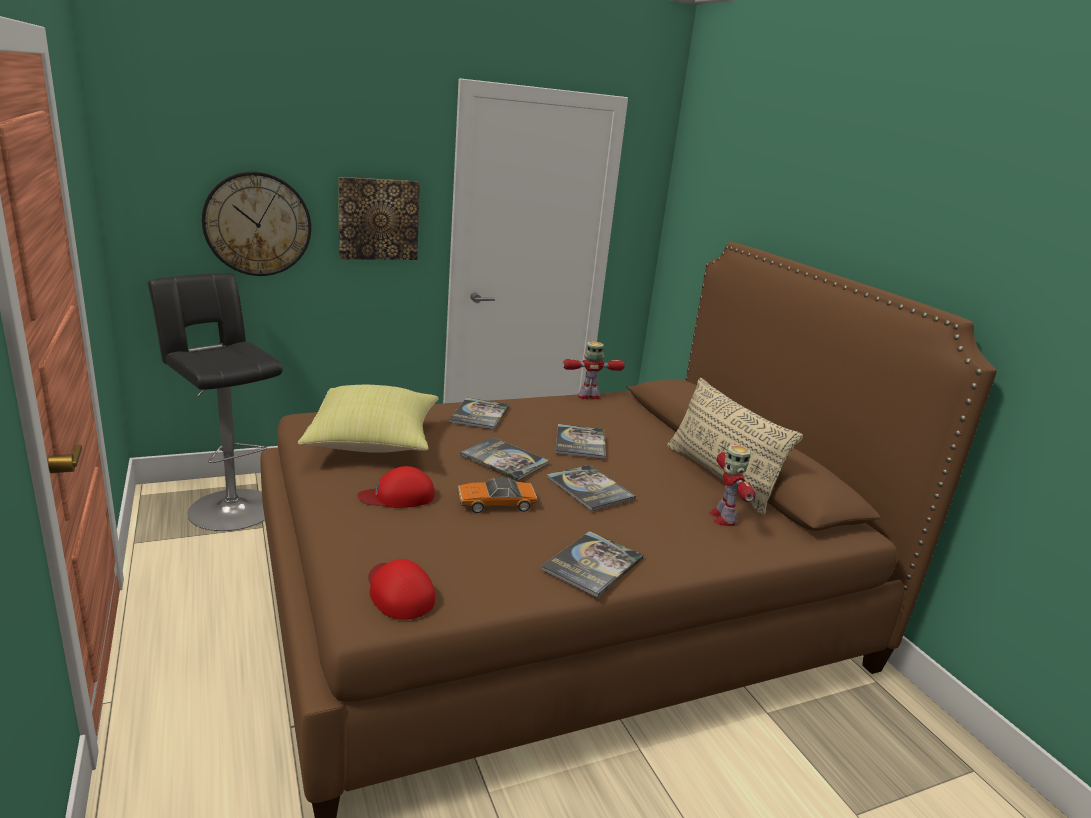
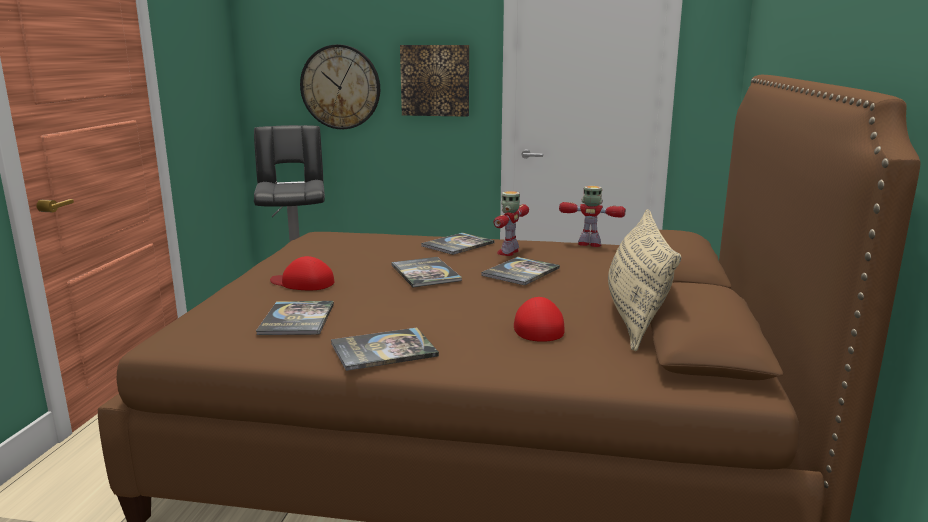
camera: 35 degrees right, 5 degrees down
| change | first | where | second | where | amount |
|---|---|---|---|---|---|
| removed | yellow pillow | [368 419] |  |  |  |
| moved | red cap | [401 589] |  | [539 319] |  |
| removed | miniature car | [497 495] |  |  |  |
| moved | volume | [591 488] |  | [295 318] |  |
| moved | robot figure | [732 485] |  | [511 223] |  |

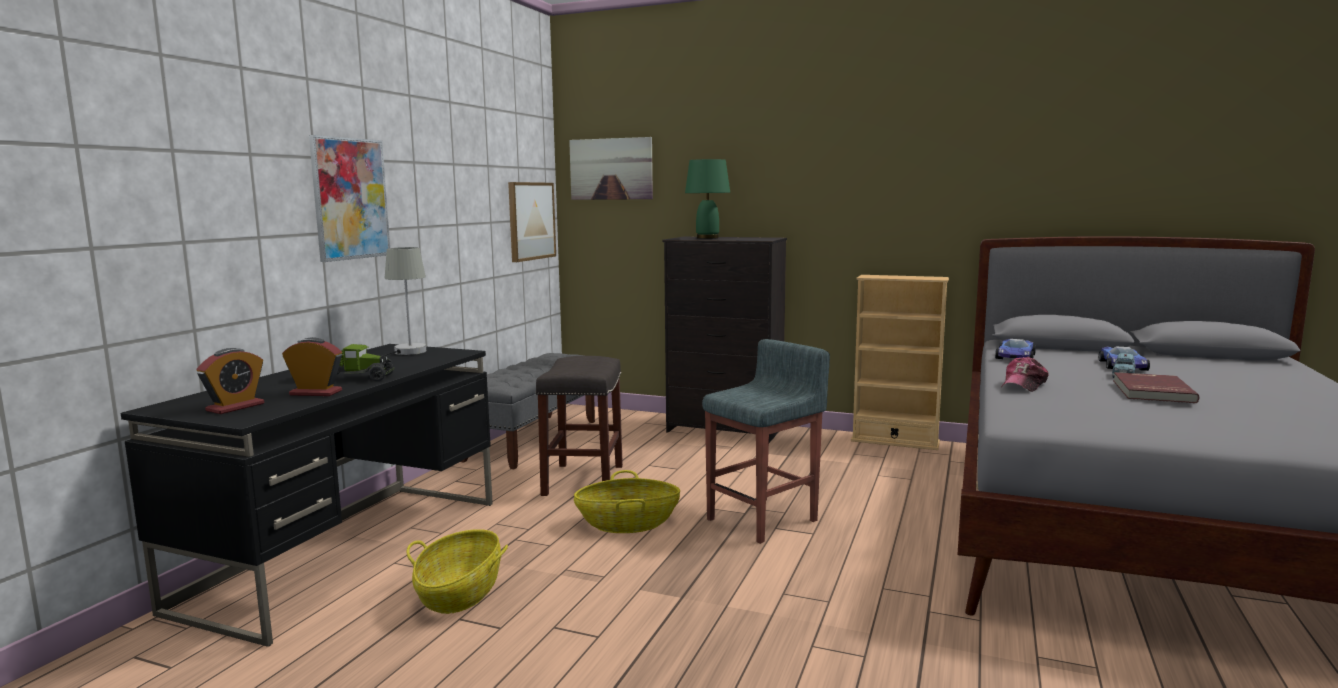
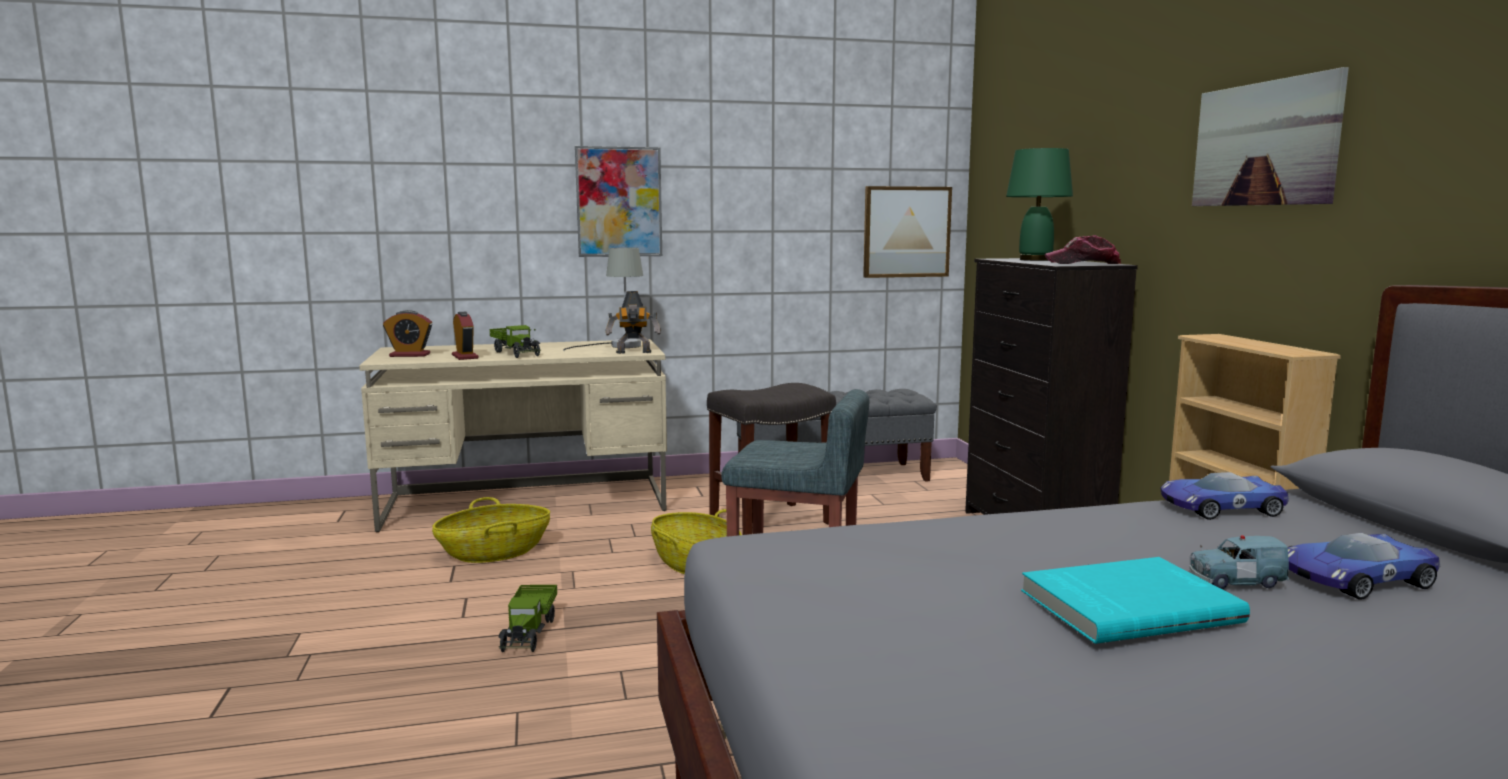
camera: 55 degrees right, 0 degrees up
| change | first | where | second | where | amount |
|---|---|---|---|---|---|
| recoloured | black desk table | [307 495] | beige-coloured desk table | [513 435] |  |
| moved | picture | [611 168] |  | [1270 136] |  |
| moved | cap | [1025 374] |  | [1082 249] |  |
| recoloured | red volume | [1156 387] | blue-green volume | [1135 600] |  |
| added |  |  | model truck | [527 618] |  |
| added |  |  | robot figure | [633 322] |  |

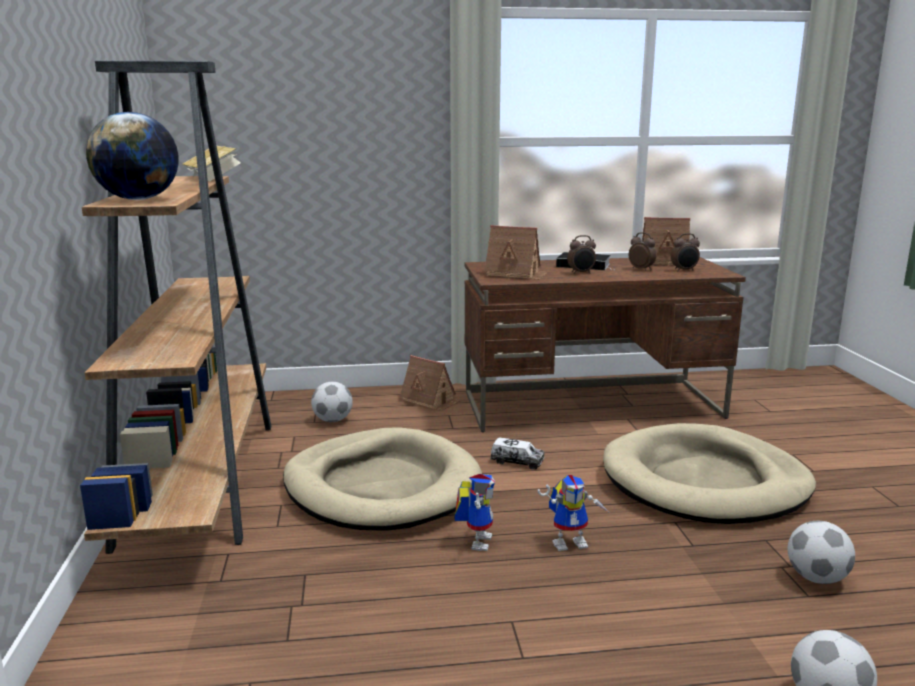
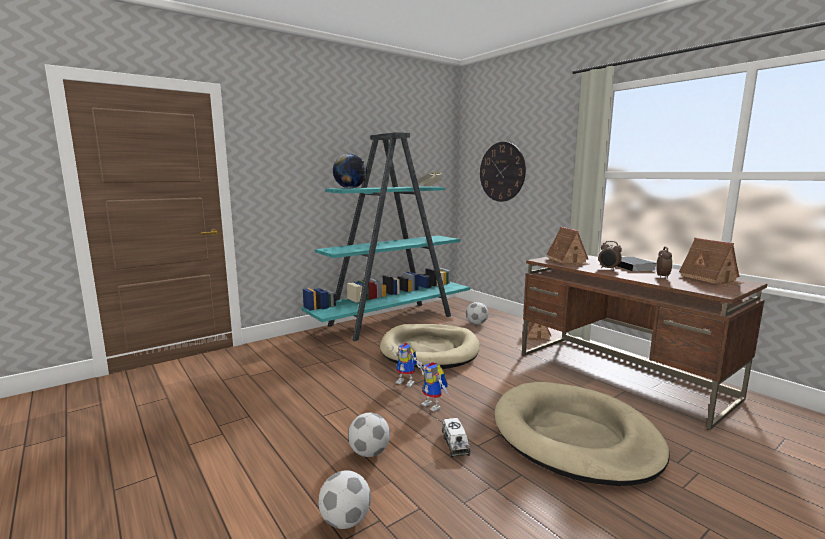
camera: 60 degrees right, 5 degrees down
| change | first | where | second | where | amount |
|---|---|---|---|---|---|
| recoloured | brown bookcase | [176 307] | blue-green bookcase | [385 236] |  |
| turned | robot figure | [475 512] |  | [406 365] | 45 degrees clockwise |
| moved | model truck | [517 454] |  | [456 437] |  |
| removed | bedside clock | [685 252] |  |  |  |
| moved | football ball | [821 552] |  | [369 435] |  |
| added |  |  | wall clock | [503 172] |  |

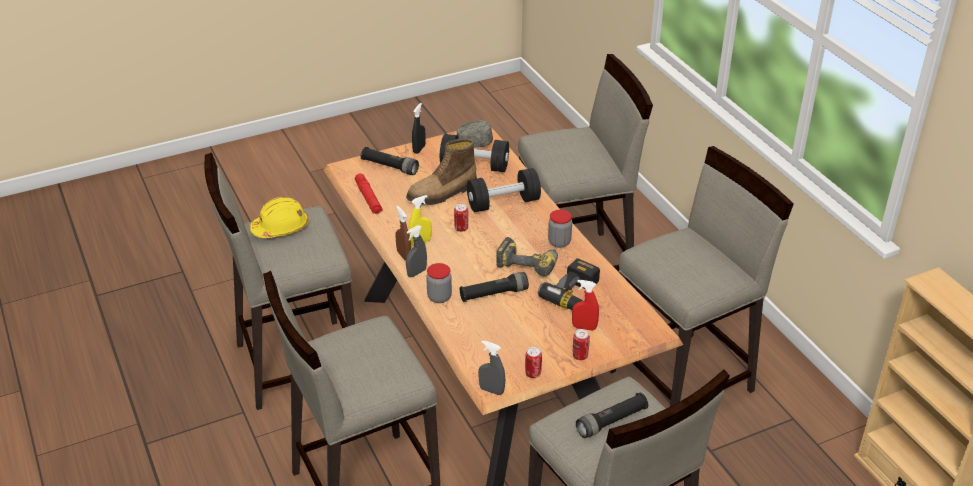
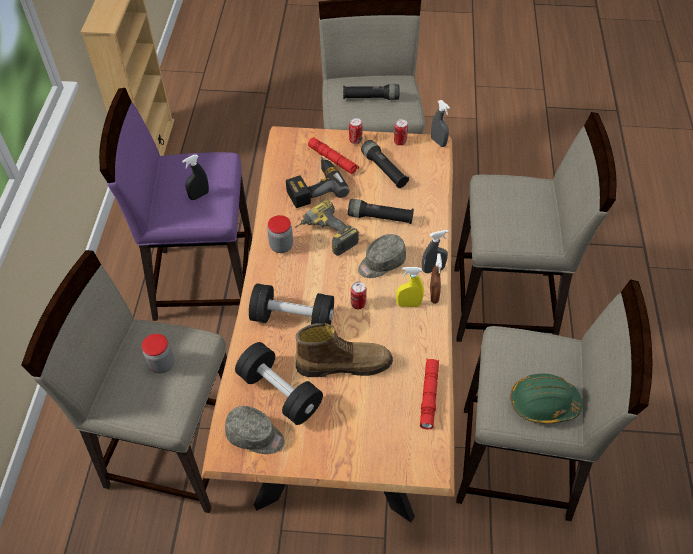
camera: 150 degrees left, 15 degrees up
| change | first | where | second | where | amount |
|---|---|---|---|---|---|
| recoloured | yellow safety helmet | [279 217] | green safety helmet | [546 399] |  |
| moved | black flashlight | [390 161] |  | [385 164] |  |
| moved | black sprayer | [419 128] |  | [195 177] |  |
| moved | preserve jar | [439 283] |  | [158 354] |  |
| replaced | red sprayer | [585 305] | red flashlight | [333 155] |  |
| recoloured | beige-coloured sitting stool | [702 276] | purple sitting stool | [175 204] |  |
| added |  |  | grey cap | [382 256] |  |

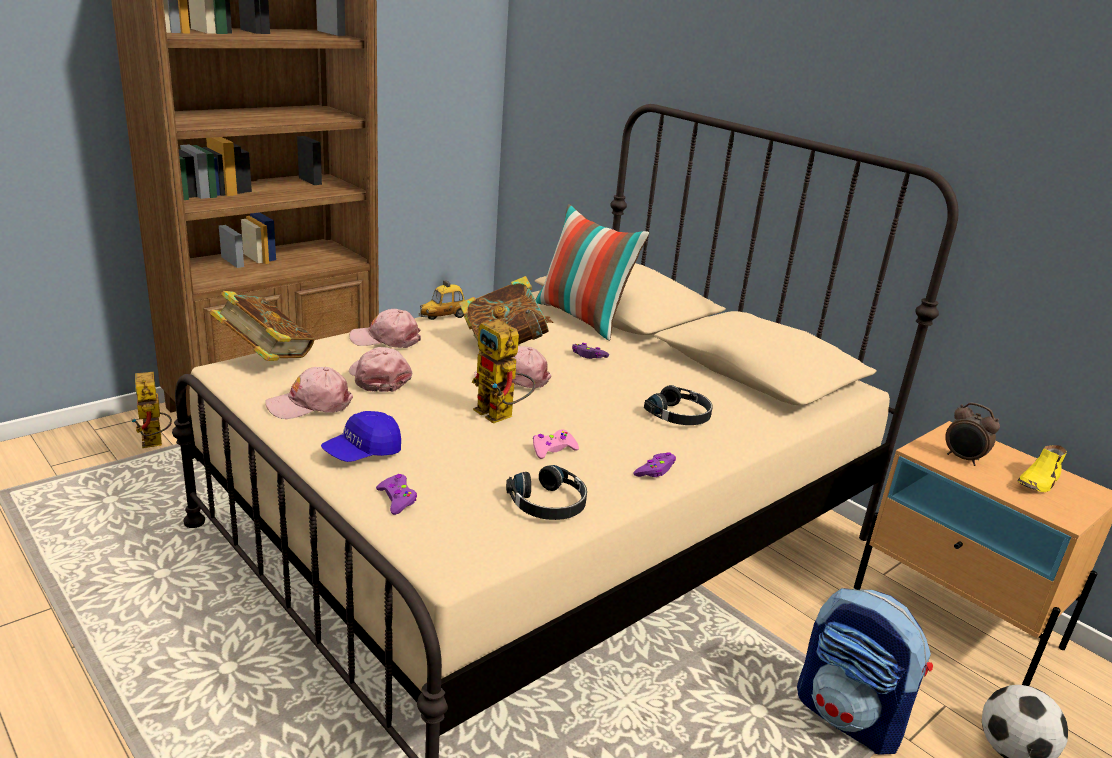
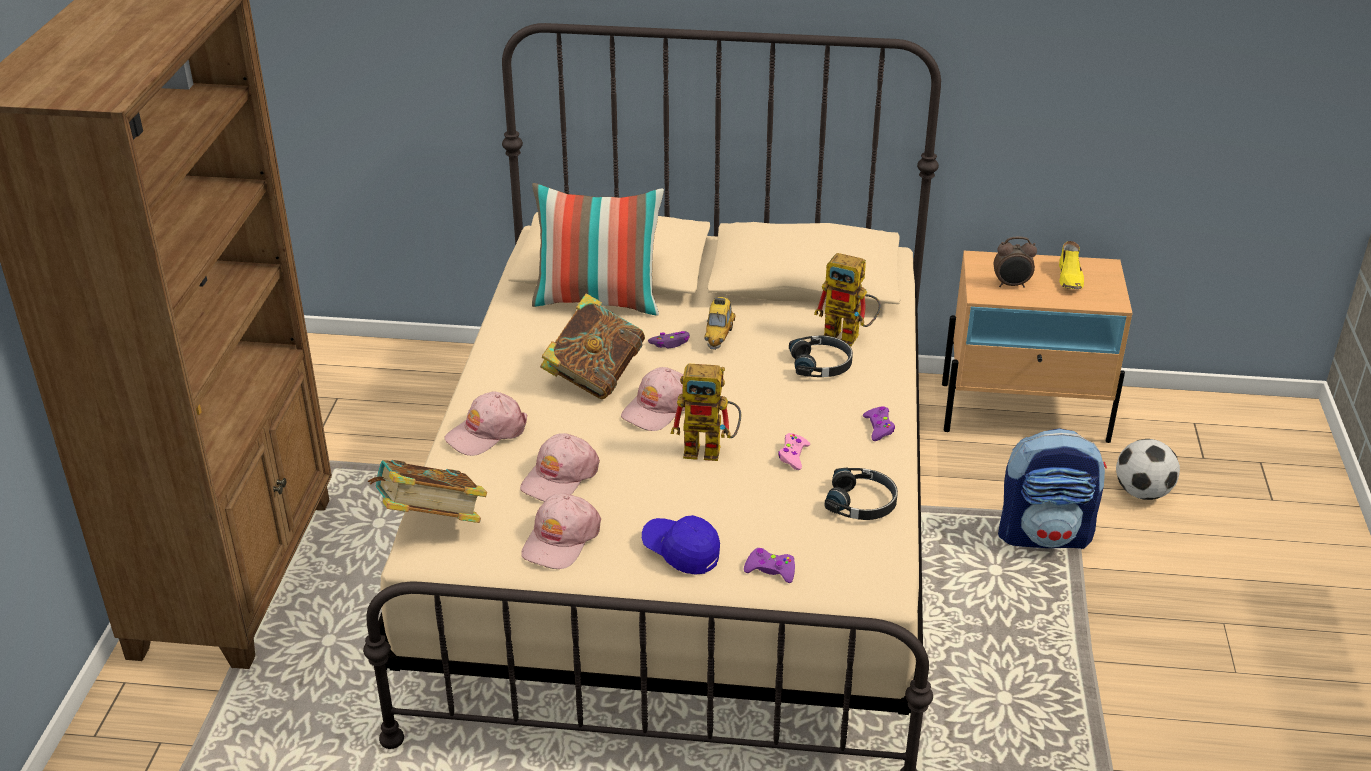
camera: 40 degrees left, 10 degrees up
| change | first | where | second | where | amount |
|---|---|---|---|---|---|
| moved | robot figure | [151 410] |  | [847 299] |  |
| turned | blue cap | [361 436] |  | [681 545] | 120 degrees clockwise |
| turned | pink cap | [380 369] |  | [560 467] | 75 degrees counterclockwise |
| moved | miniature car | [442 300] |  | [719 323] |  |

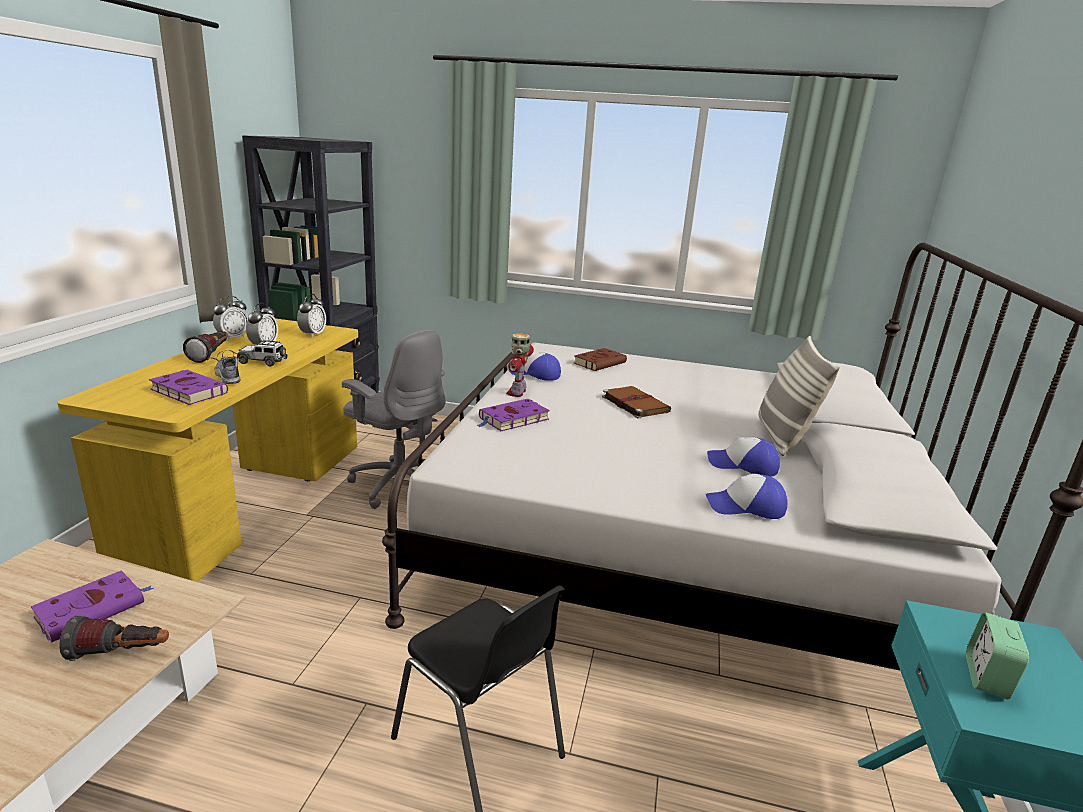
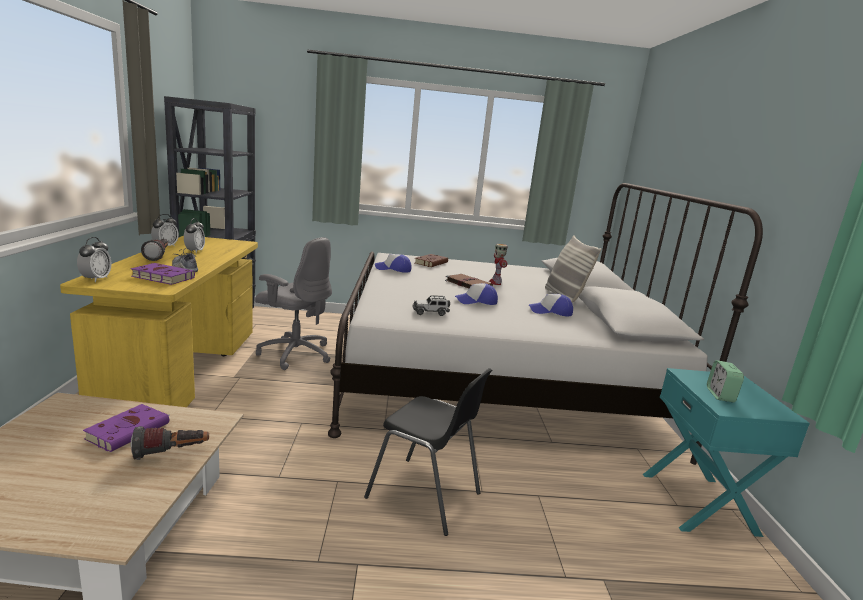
camera: 15 degrees left, 5 degrees down
| change | first | where | second | where | amount |
|---|---|---|---|---|---|
| moved | miniature car | [262 353] |  | [431 305] |  |
| moved | bedside clock | [311 315] |  | [94 259] |  |
| removed | purple volume | [513 415] |  |  |  |
| moved | robot figure | [520 365] |  | [498 264] |  |
| moved | cap | [746 496] |  | [476 294] |  |

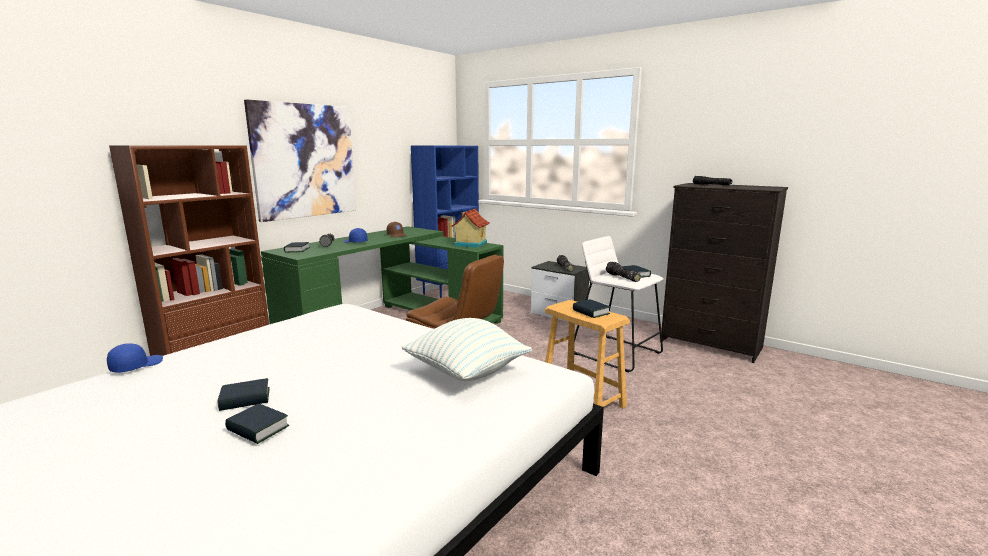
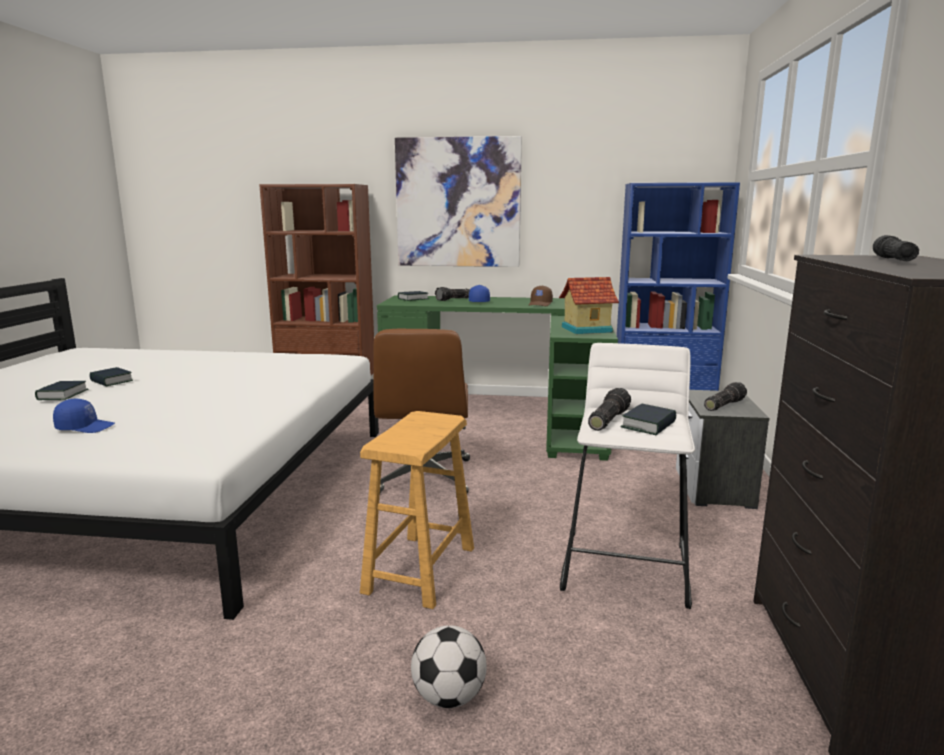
camera: 60 degrees right, 0 degrees up
| change | first | where | second | where | amount |
|---|---|---|---|---|---|
| moved | blue cap | [135 358] |  | [84 416] |  |
| removed | pillow | [467 349] |  |  |  |
| removed | volume | [591 308] |  |  |  |
| added |  |  | football ball | [449 666] |  |

